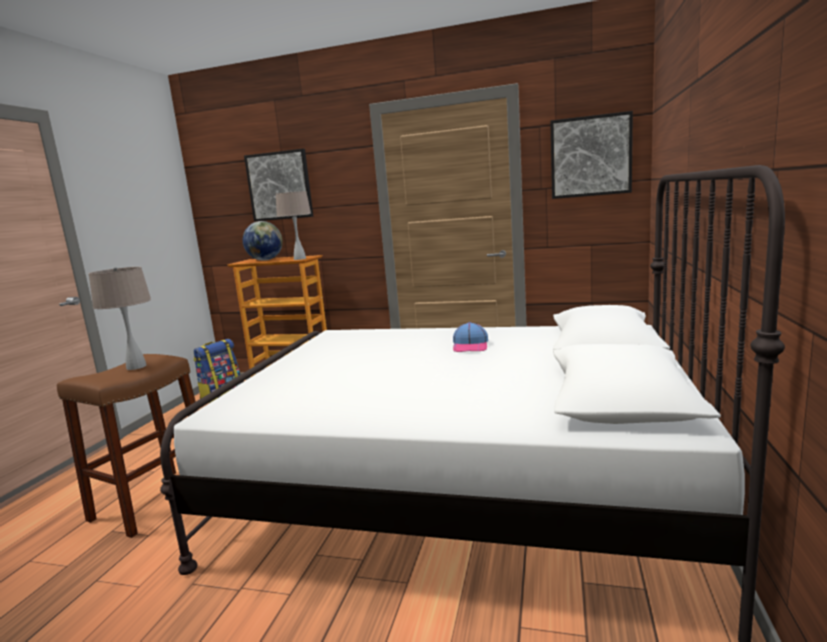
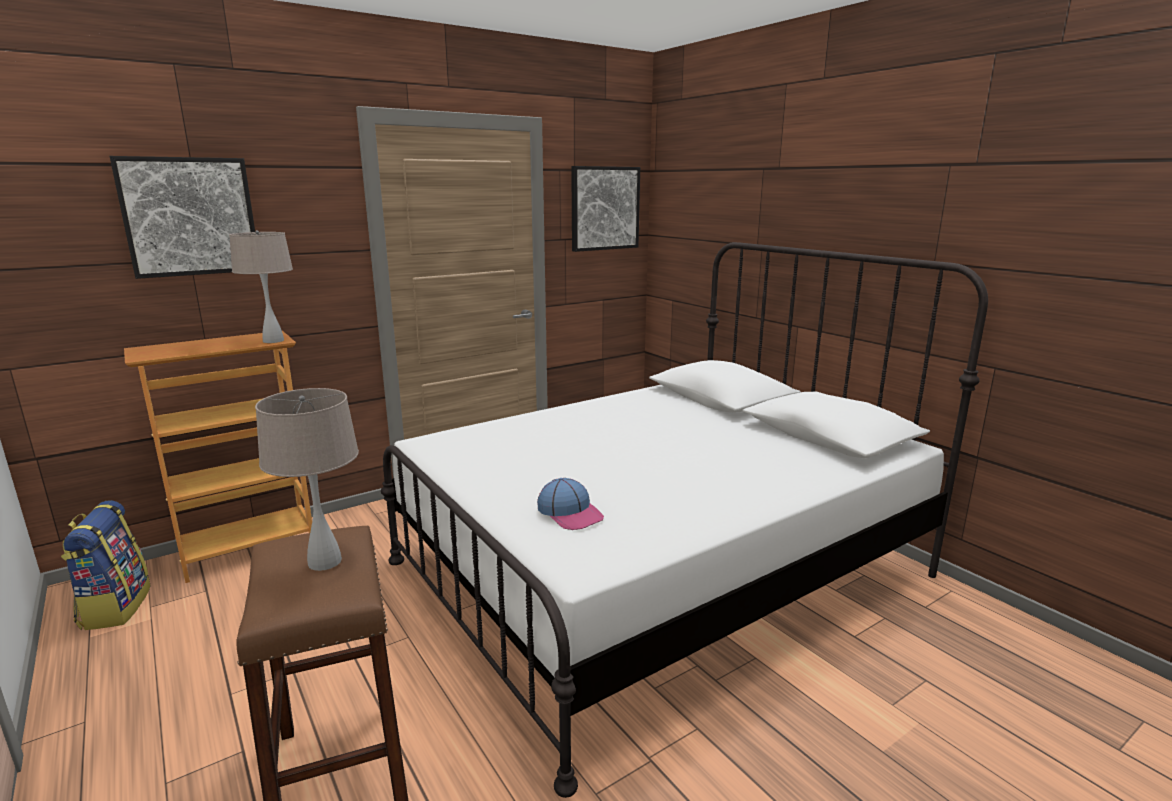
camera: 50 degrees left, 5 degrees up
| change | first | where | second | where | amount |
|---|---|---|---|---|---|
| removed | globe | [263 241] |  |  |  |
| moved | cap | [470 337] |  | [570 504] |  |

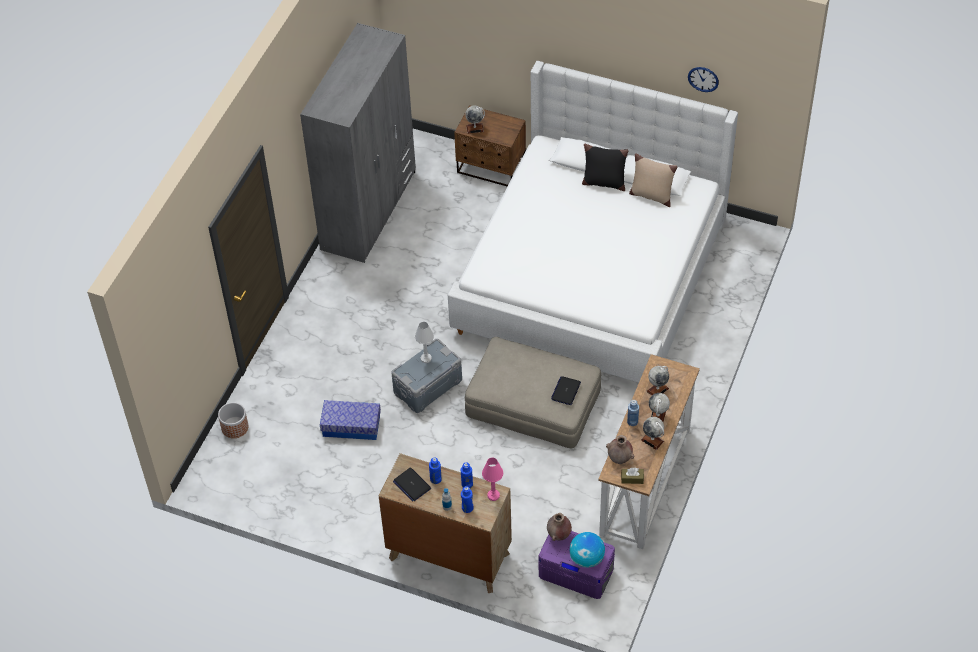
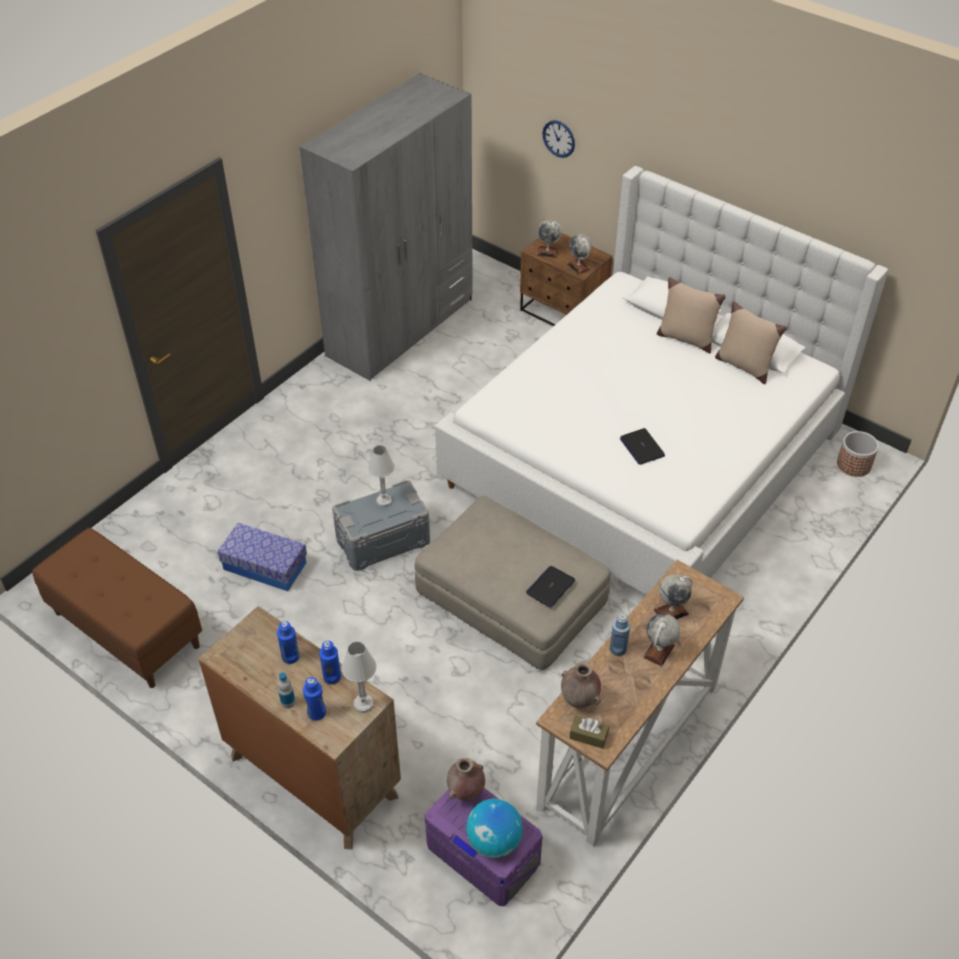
camera: 15 degrees right, 5 degrees down
| change | first | where | second | where | amount |
|---|---|---|---|---|---|
| moved | flower pot | [233 420] |  | [858 454] |  |
| moved | portable computer | [412 484] |  | [642 446] |  |
| recoloured | pink tabletop lamp | [492 479] | whitish tabletop lamp | [359 677] |  |
| recoloured | black pillow | [605 167] | beige-coloured pillow | [691 315] |  |
| moved | globe | [652 433] |  | [579 254] |  |
| moved | wall clock | [703 79] |  | [558 139] |  |
| added |  |  | brown long seat | [117 608] |  |

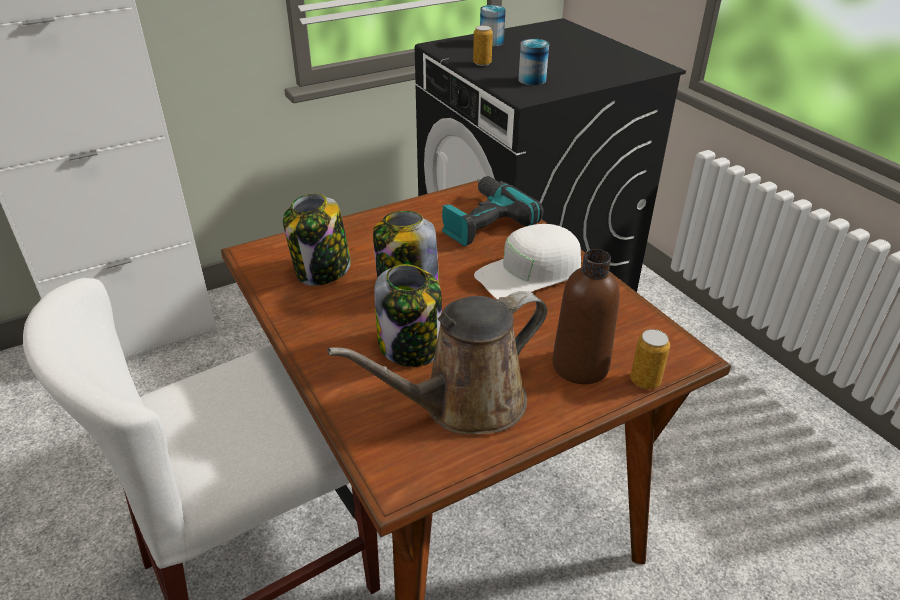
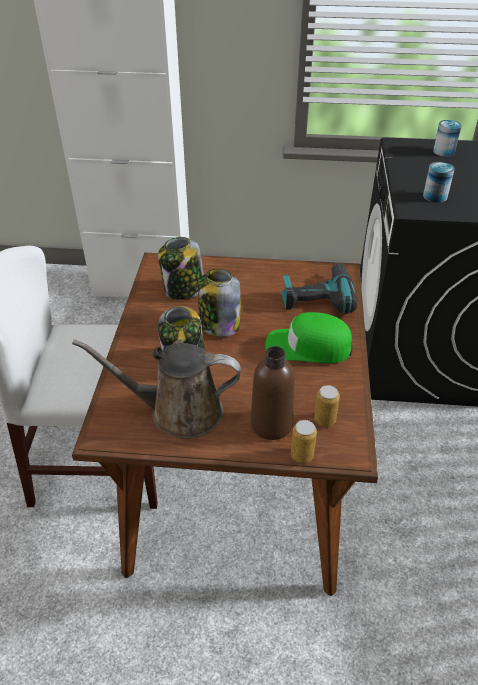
camera: 35 degrees right, 5 degrees up
| change | first | where | second | where | amount |
|---|---|---|---|---|---|
| moved | sealed can | [483 45] |  | [327 406] |  |
| recoloured | whitish cap | [528 262] | green cap | [308 337] |  |

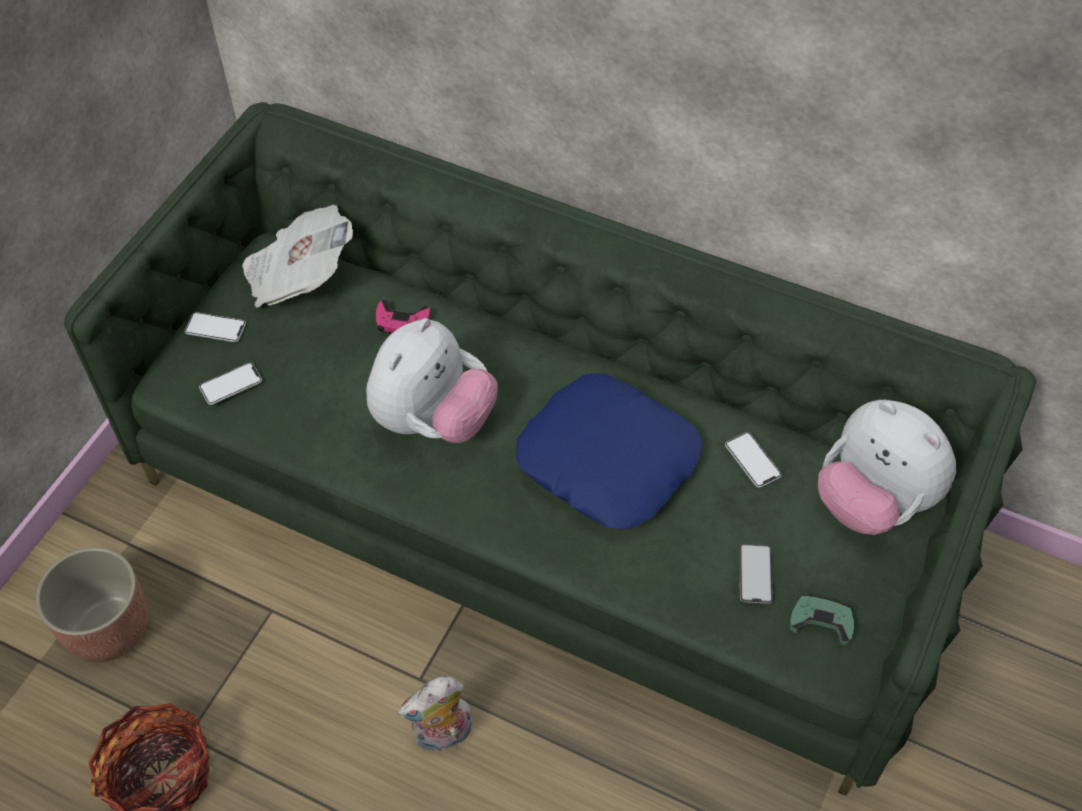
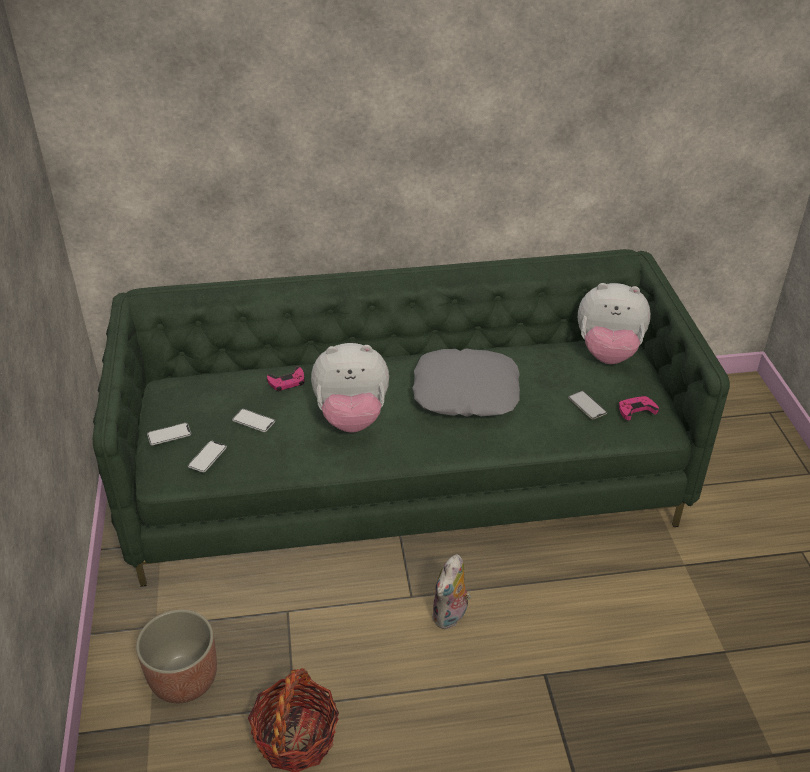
camera: 35 degrees left, 15 degrees down
| change | first | where | second | where | amount |
|---|---|---|---|---|---|
| removed | newspaper | [297 256] |  |  |  |
| turned | soft toy | [432 380] |  | [350 388] | 90 degrees clockwise |
| recoloured | blue pillow | [609 451] | grey pillow | [466 382] |  |
| moved | phone | [753 460] |  | [253 420] |  |
| recoloured | green game controller | [822 620] | pink game controller | [639 408] |  |

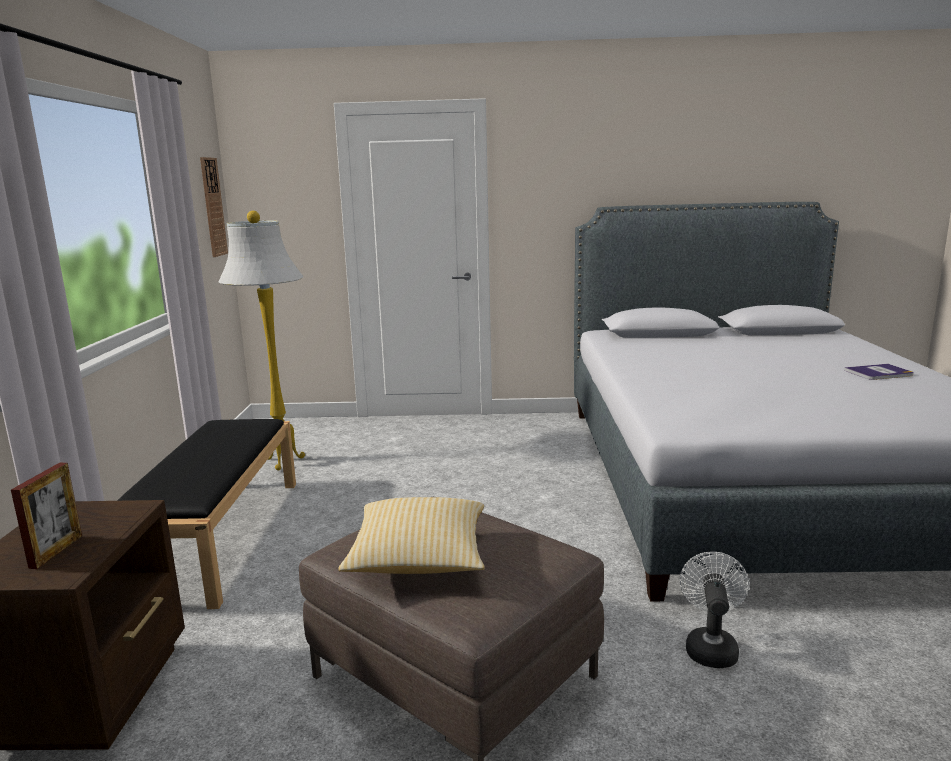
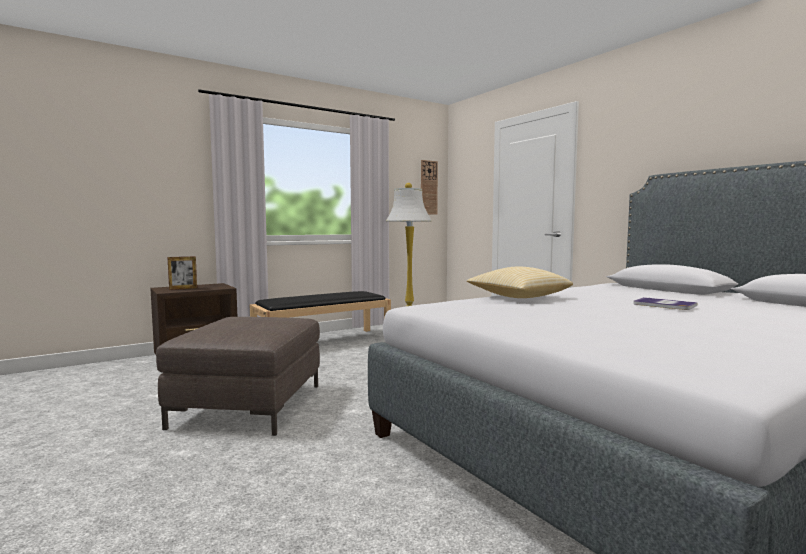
camera: 55 degrees right, 10 degrees down
| change | first | where | second | where | amount |
|---|---|---|---|---|---|
| moved | pillow | [411 535] |  | [520 282] |  |
| removed | whitish cooling fan | [714 610] |  |  |  |
| moved | volume | [879 372] |  | [665 303] |  |

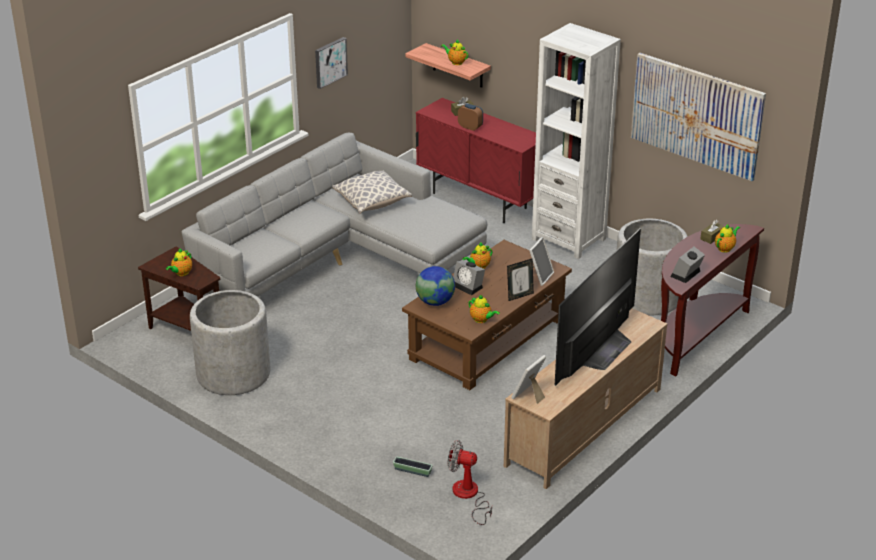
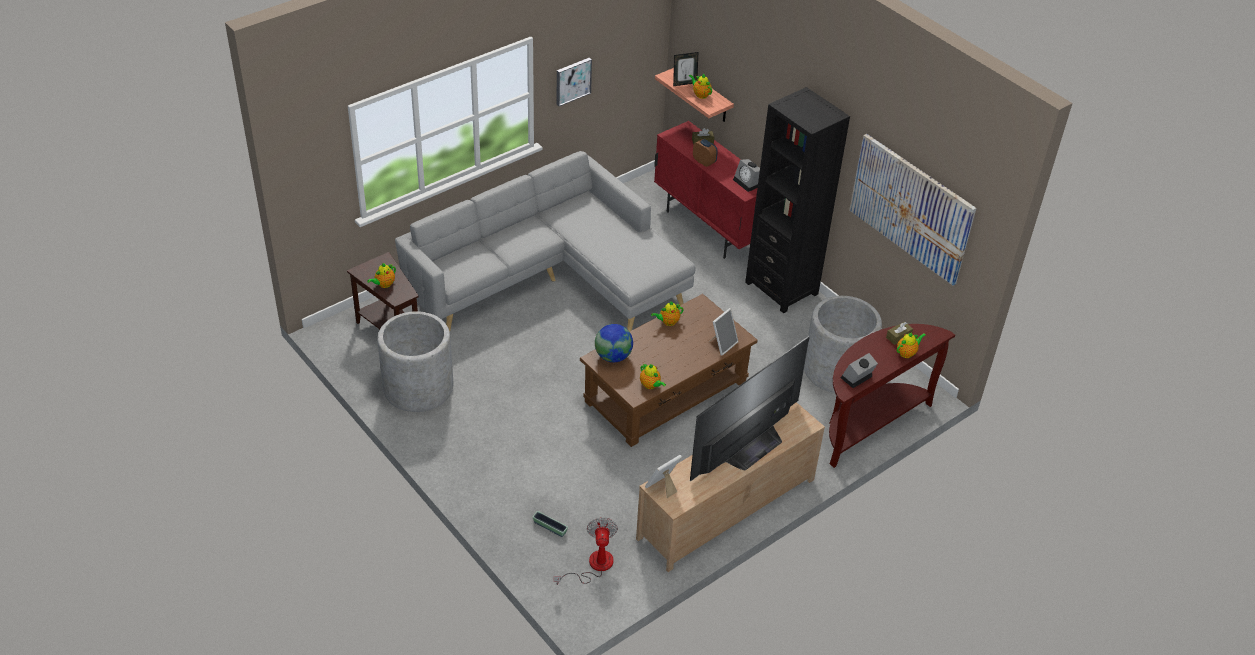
camera: 10 degrees right, 10 degrees up
| change | first | where | second | where | amount |
|---|---|---|---|---|---|
| removed | pillow | [372 192] |  |  |  |
| turned | cooling fan | [470 482] |  | [586 551] | 60 degrees clockwise |
| moved | bedside clock | [469 277] |  | [746 175] |  |
| moved | photo frame | [520 279] |  | [685 69] |  |
| recoloured | whitish bookcase | [576 141] | black bookcase | [797 200] |  |

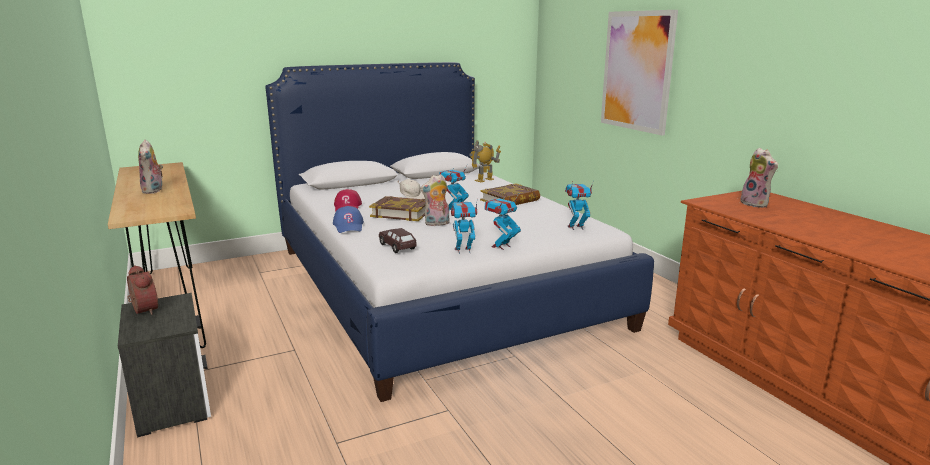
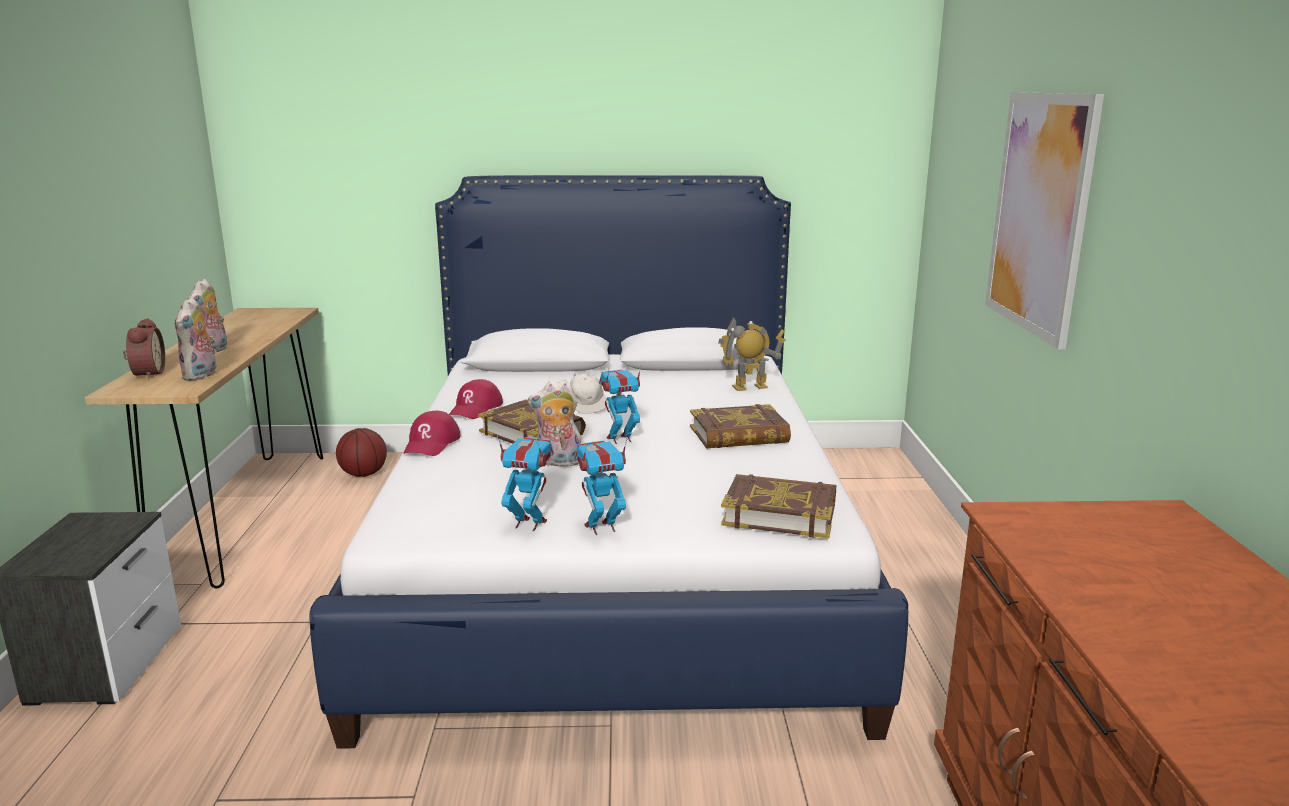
camera: 25 degrees right, 0 degrees up
| change | first | where | second | where | amount |
|---|---|---|---|---|---|
| moved | bedside clock | [142 290] |  | [144 348] |  |
| recoloured | blue cap | [348 219] | red cap | [432 433] |  |
| removed | brown miniature car | [397 240] |  |  |  |
| replaced | robot figure | [579 205] | volume | [778 506] |  |
| moved | soft toy | [759 178] |  | [195 339] |  |
| added |  |  | ball for basketball | [361 452] |  |

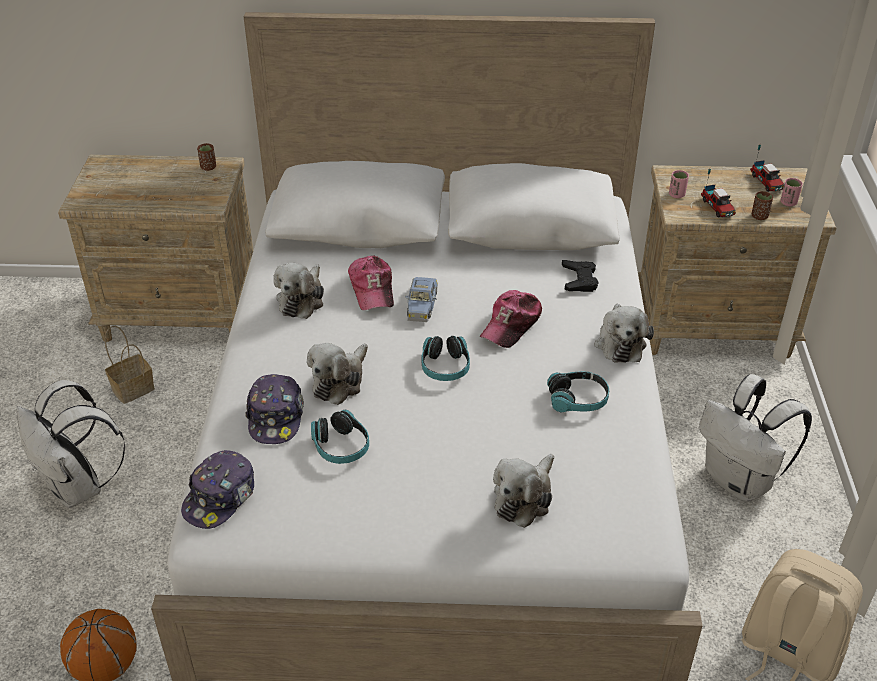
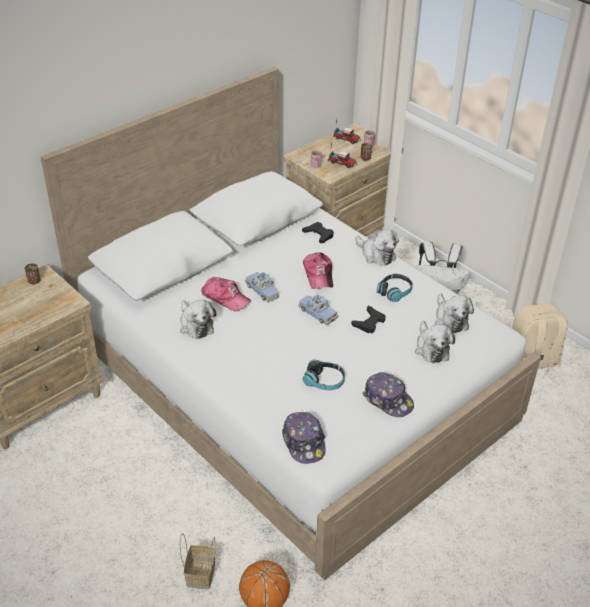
camera: 45 degrees left, 0 degrees up
| change | first | where | second | where | amount |
|---|---|---|---|---|---|
| removed | whitish rucksack | [70 444] |  |  |  |
| moved | household basket | [130 365] |  | [197 561] |  |
| moved | cap | [274 409] |  | [388 394] |  |
| moved | soft toy | [337 374] |  | [454 313] |  |
| replaced | headphones | [446 358] | blue miniature car | [318 309] |  |
| added |  |  | black game controller | [368 320] |  |

